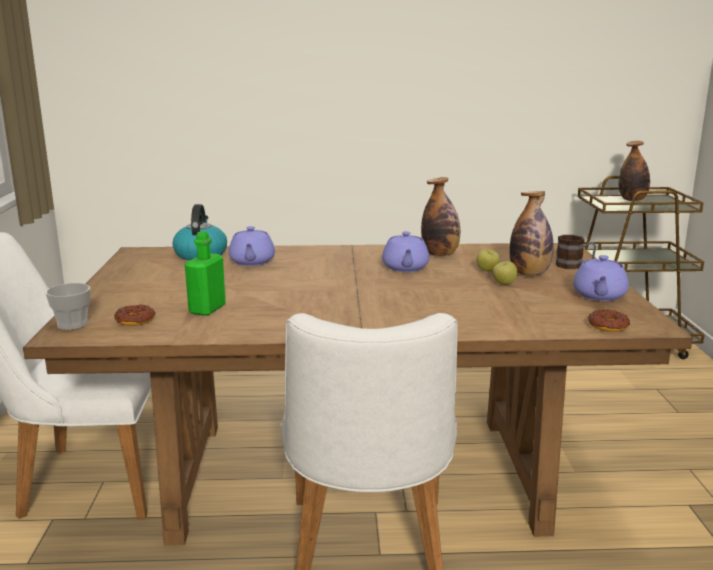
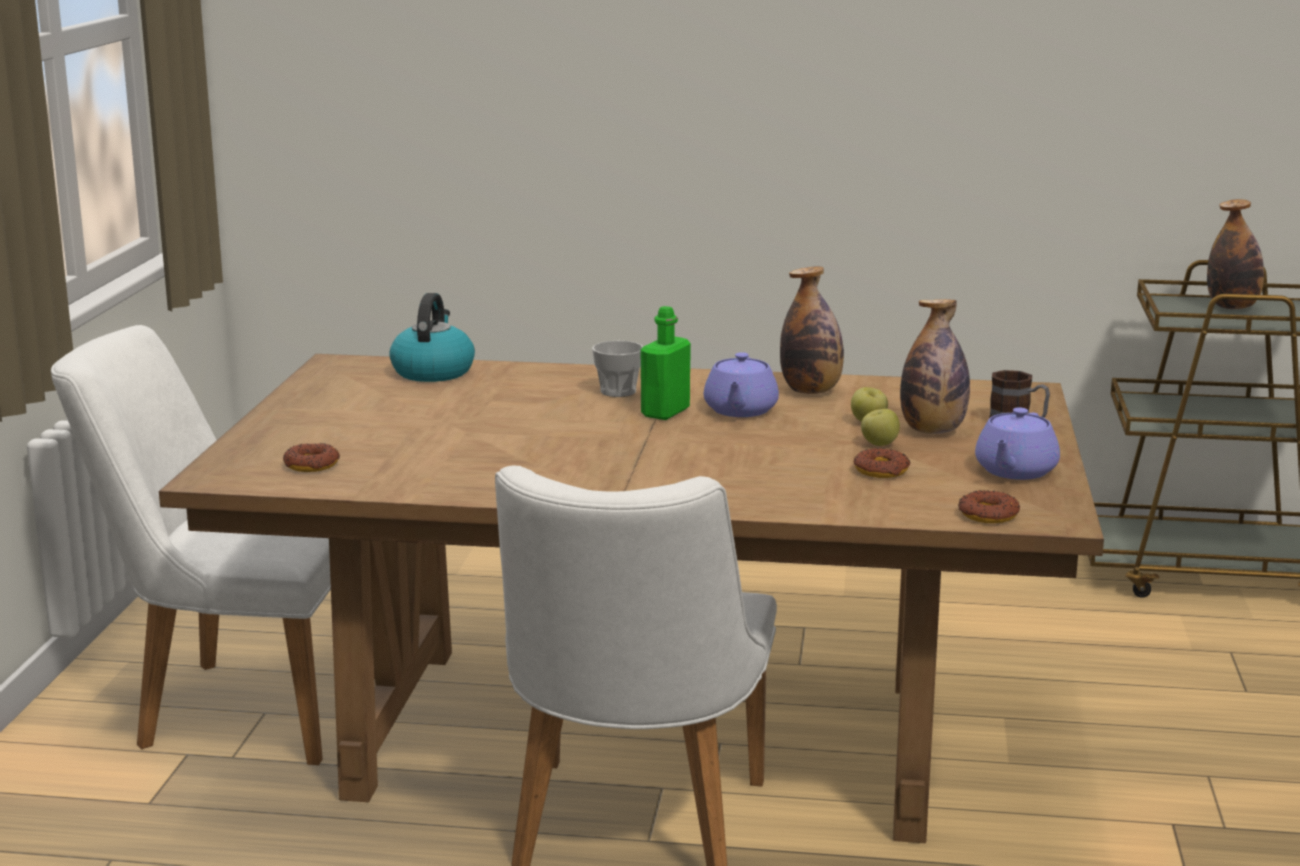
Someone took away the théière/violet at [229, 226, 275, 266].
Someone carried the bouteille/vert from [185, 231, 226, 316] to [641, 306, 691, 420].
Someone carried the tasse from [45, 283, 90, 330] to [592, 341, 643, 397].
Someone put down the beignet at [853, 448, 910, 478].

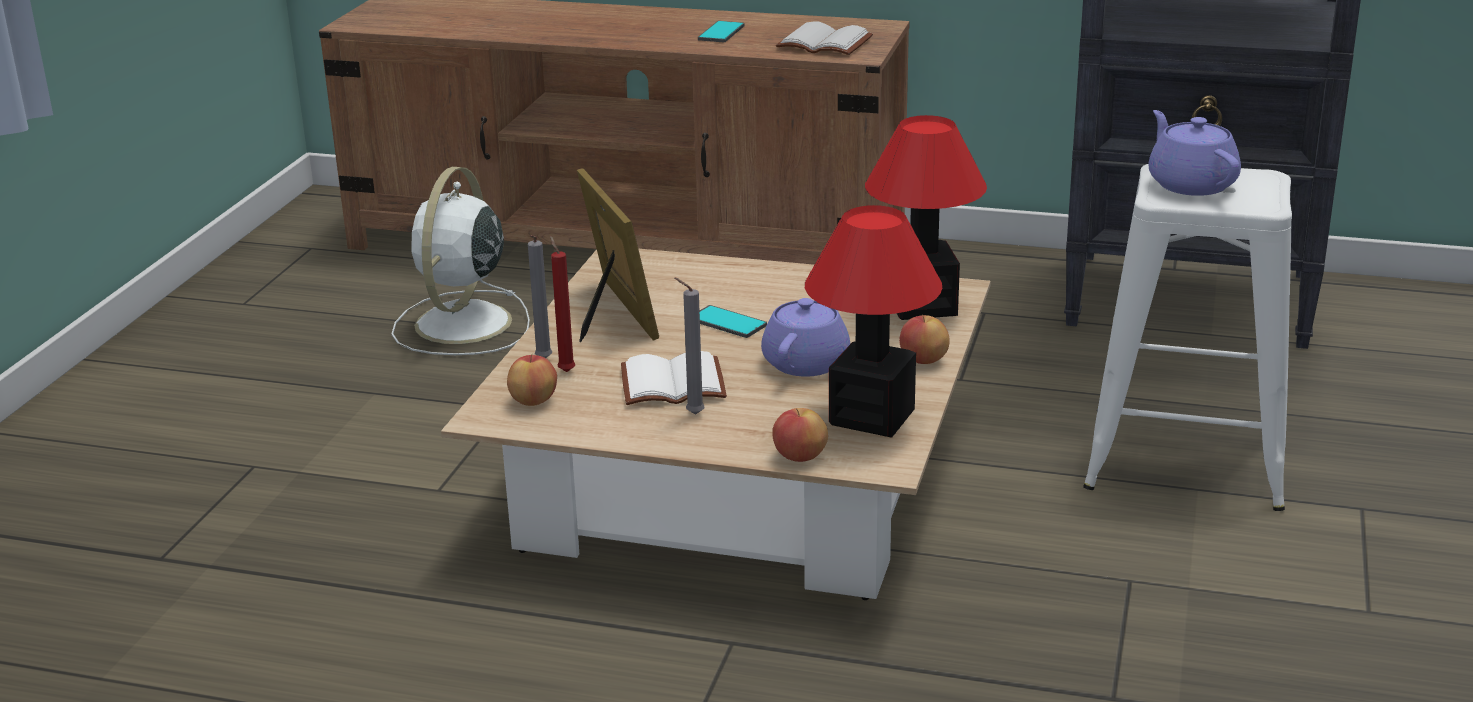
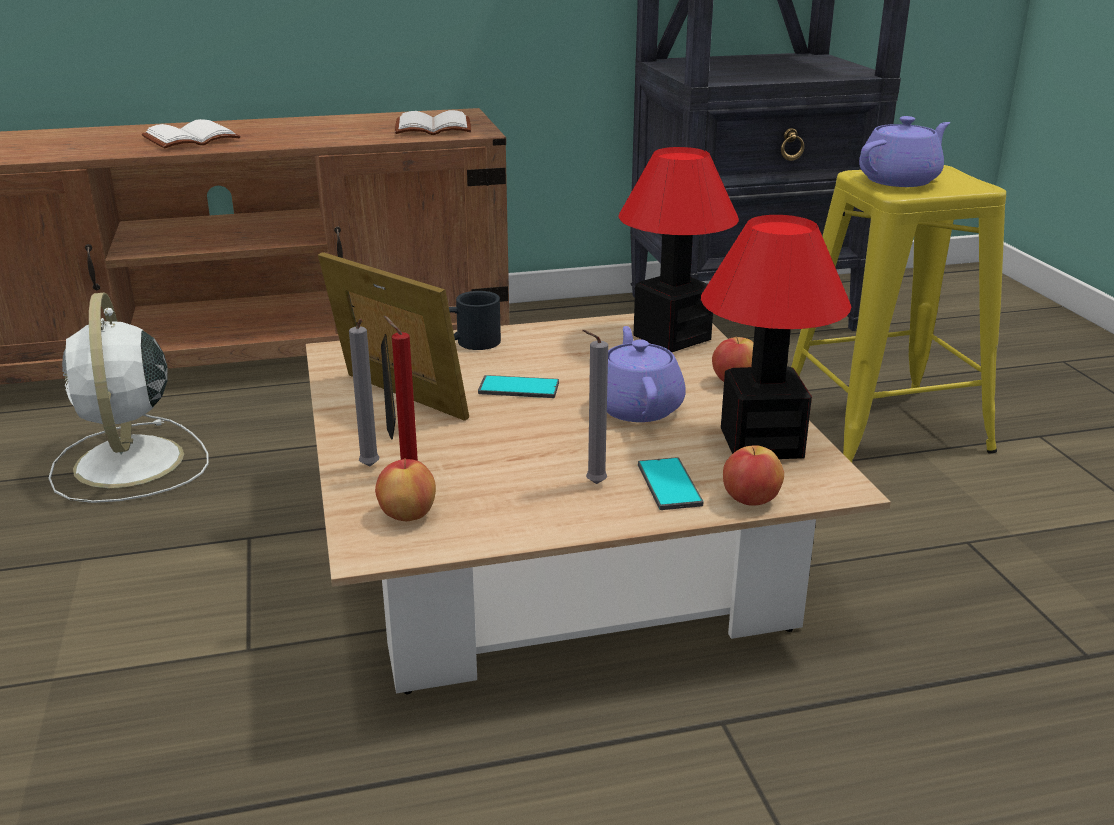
Someone carried the téléphone from [698, 21, 745, 42] to [638, 457, 704, 510].
Someone rotated the théière/violet at [1149, 110, 1241, 196] by 105 degrees clockwise.
Someone repainted the tabouret/blanc at [1083, 164, 1292, 511], which became the tabouret/jaune at [791, 165, 1006, 462].
Someone carried the livre/blanc from [621, 351, 727, 405] to [142, 119, 240, 149].
Someone put down the mug/noir at [449, 291, 501, 350].

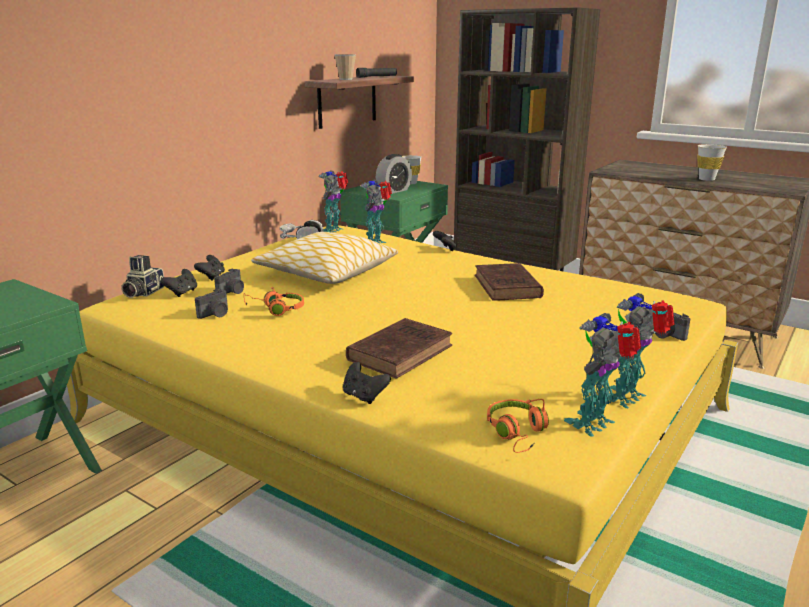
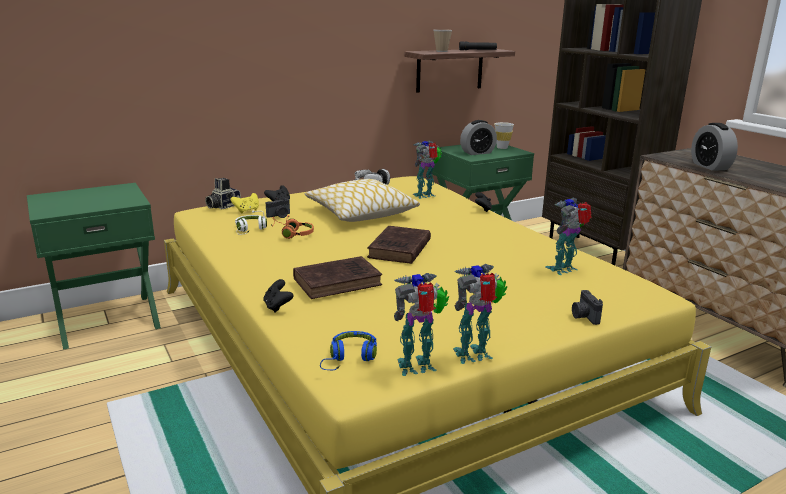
Someone took away the tasse/blanc at [697, 144, 727, 181].
Someone carried the robot jouet from [318, 170, 348, 232] to [546, 198, 592, 275].
Someone carried the livre/marron from [475, 263, 544, 301] to [367, 226, 431, 264].
Someone repainted the manette/noir at [160, 269, 197, 297], which became the manette/jaune at [231, 193, 259, 213].
Someone swapped the appareil photo at [195, 289, 228, 319] for the casque audio/blanc at [235, 210, 267, 235].
Someone repainted the casque audio/orange at [487, 399, 549, 453], which became the casque audio/bleu at [320, 331, 377, 370].
Someone put down the réveil at [691, 123, 738, 171].

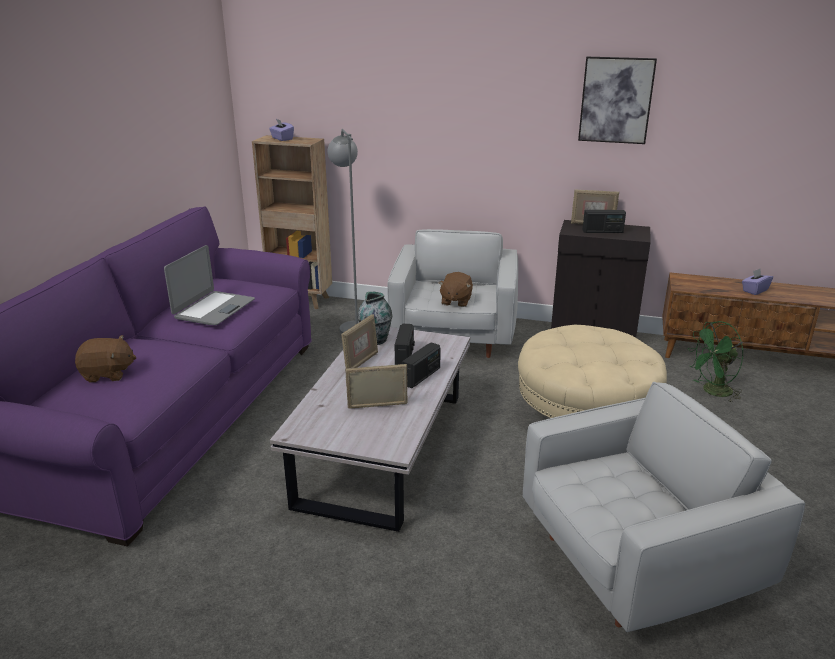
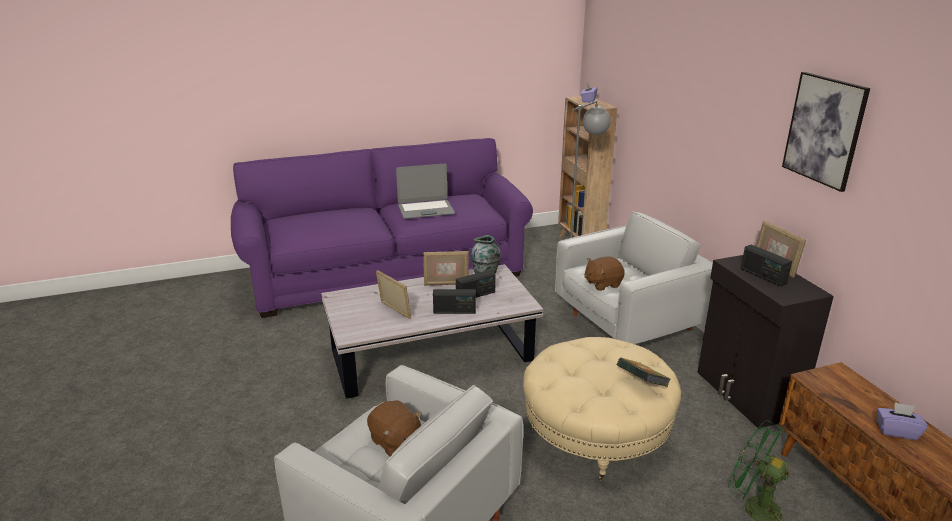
Someone carried the peluche/marron from [75, 335, 137, 383] to [367, 400, 422, 456].
Someone put down the livre at [617, 358, 671, 387].

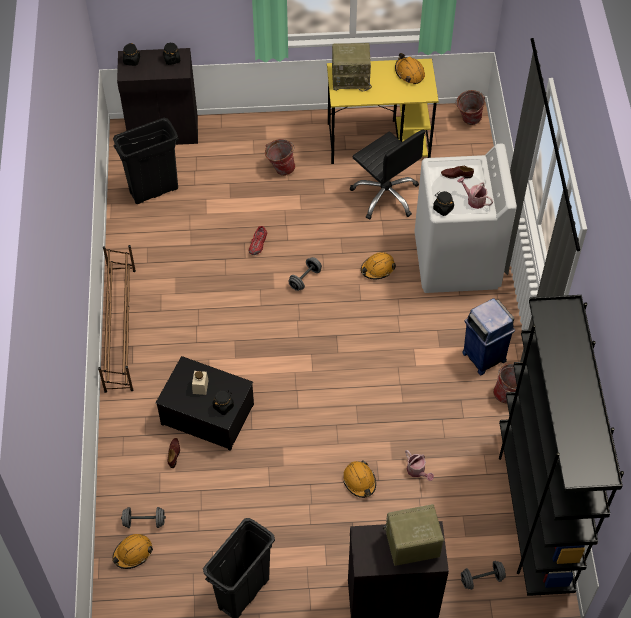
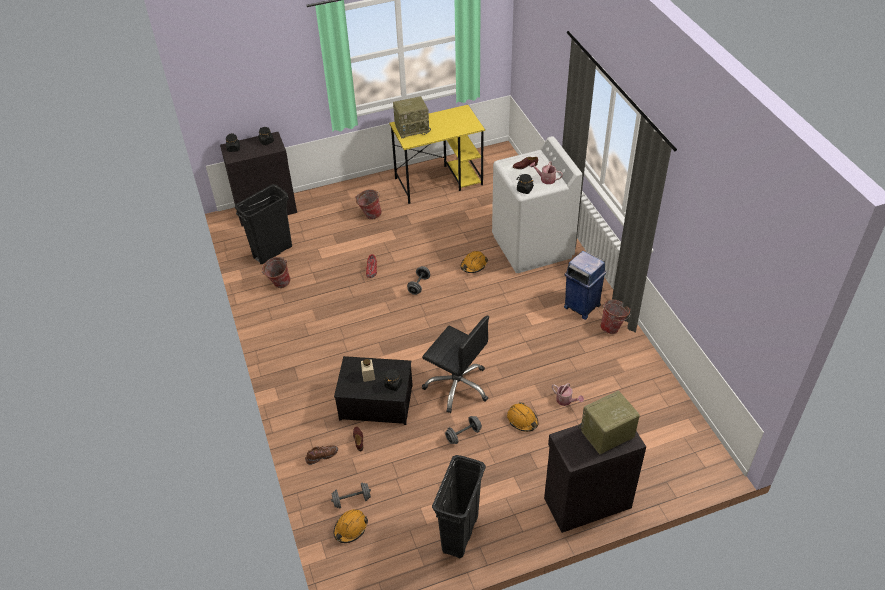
Someone took away the casque de chantier/orange at [395, 53, 425, 84].
Someone carried the seau from [456, 90, 485, 125] to [262, 257, 290, 288].
Someone carried the chaise de bureau/noir from [350, 130, 425, 220] to [422, 315, 489, 413].
Someone took away the étagère à chaussures/marron at [98, 245, 136, 393].
Someone took away the bibliothèque/noir at [499, 295, 624, 596].
Someone carried the haltère/gris from [461, 561, 506, 590] to [445, 416, 482, 444].
Someone put down the chaussure/marron at [305, 445, 338, 465].

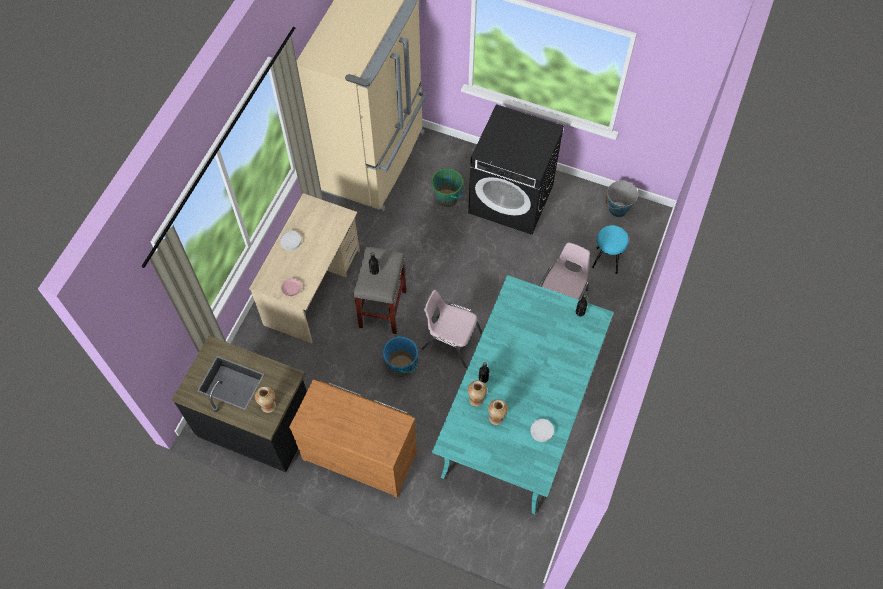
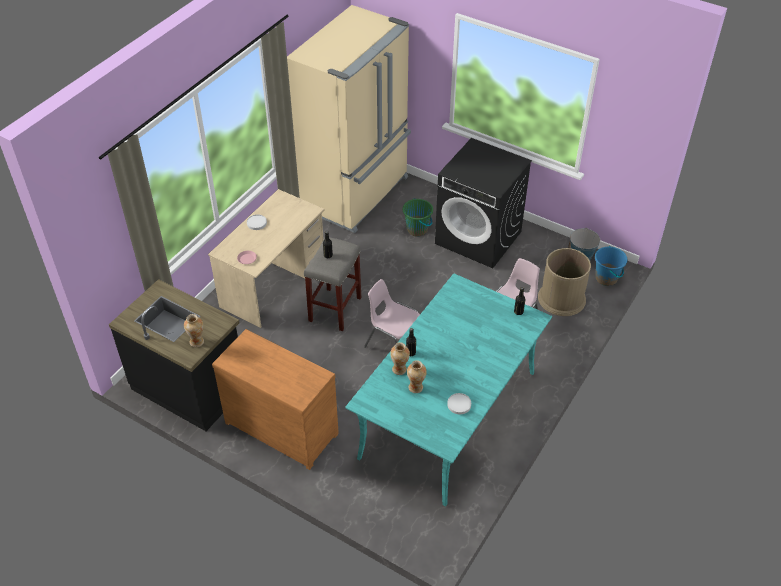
Someone swapped the tabouret/turquoise at [592, 225, 629, 274] for the poubelle/marron at [538, 248, 591, 316].
Someone carried the seau/bleu from [383, 335, 418, 376] to [595, 246, 628, 286].

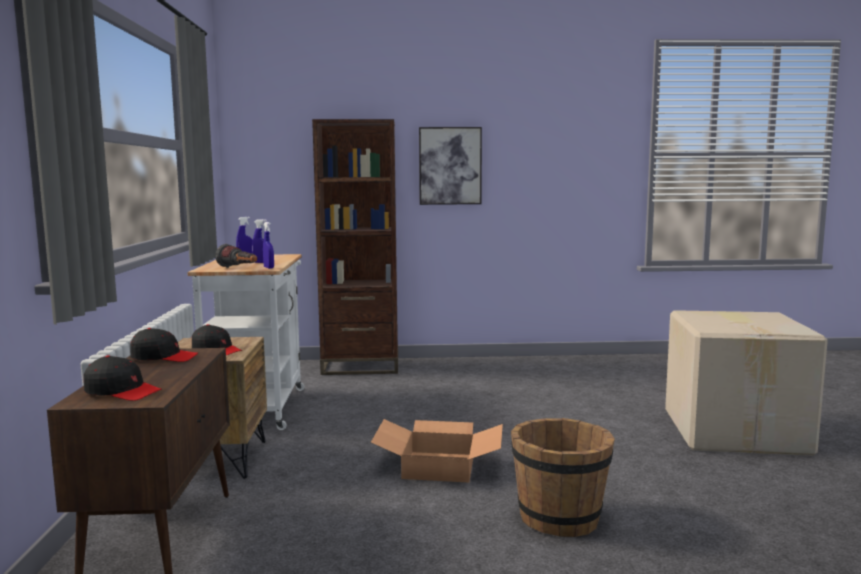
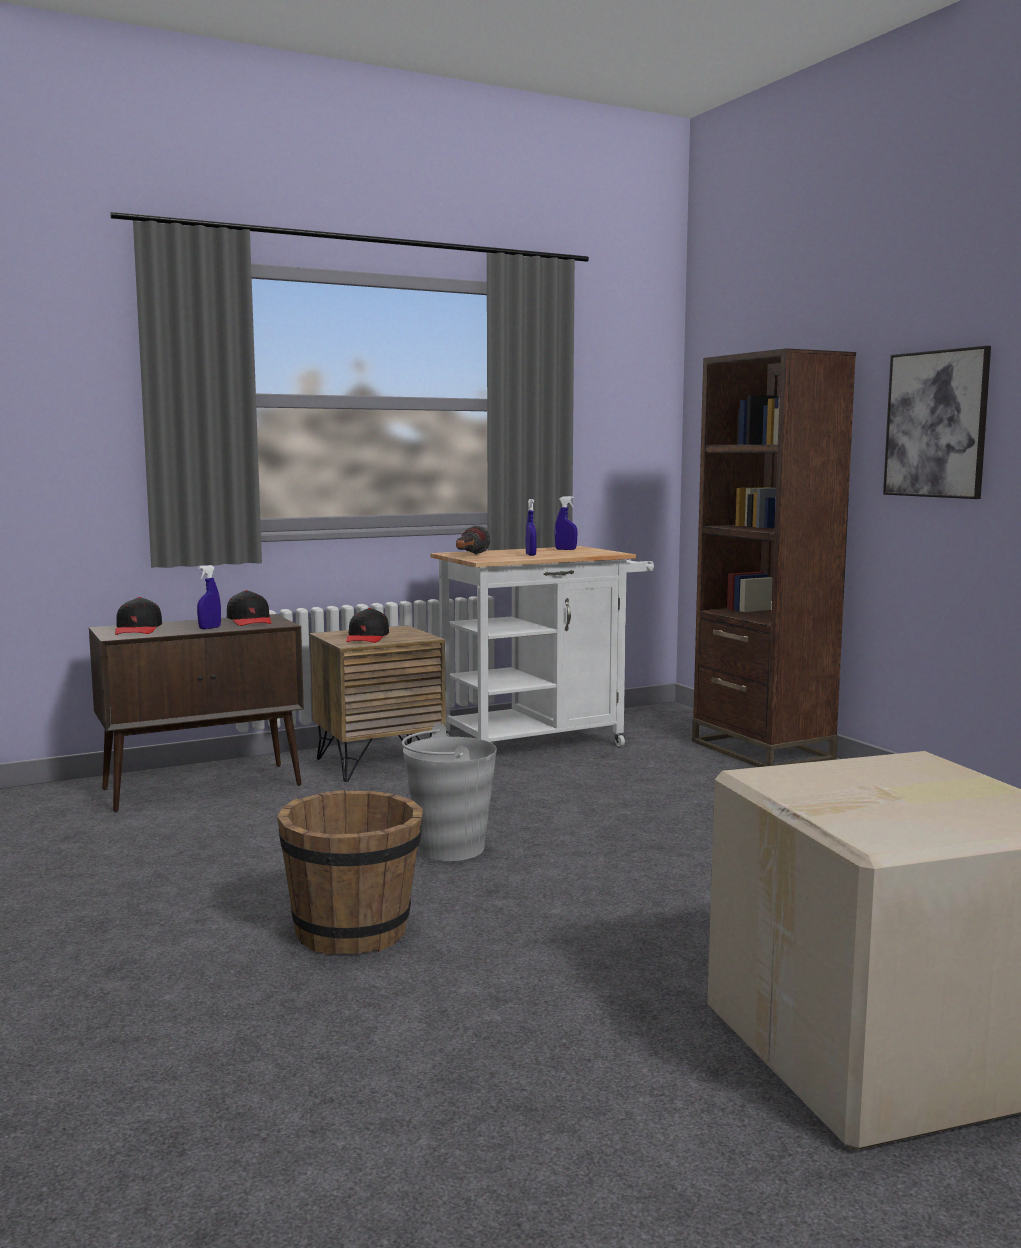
Someone carried the vaporisateur/bleu from [263, 222, 274, 269] to [197, 565, 221, 629].
Someone swapped the carton at [371, 419, 503, 483] for the seau/gris at [402, 723, 497, 861].

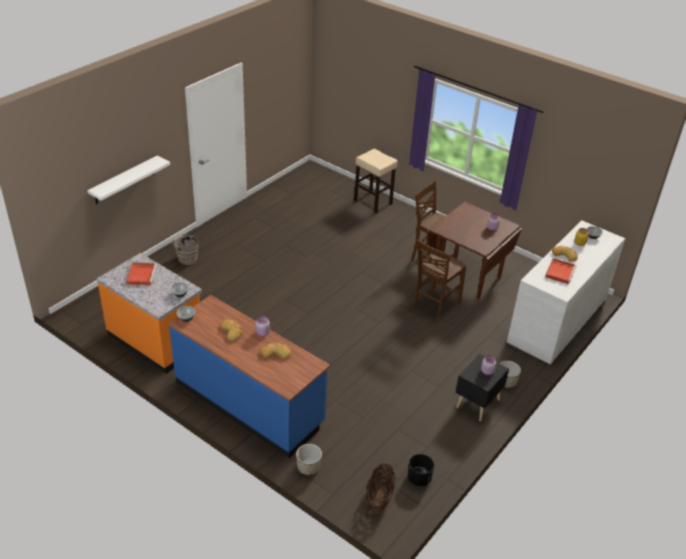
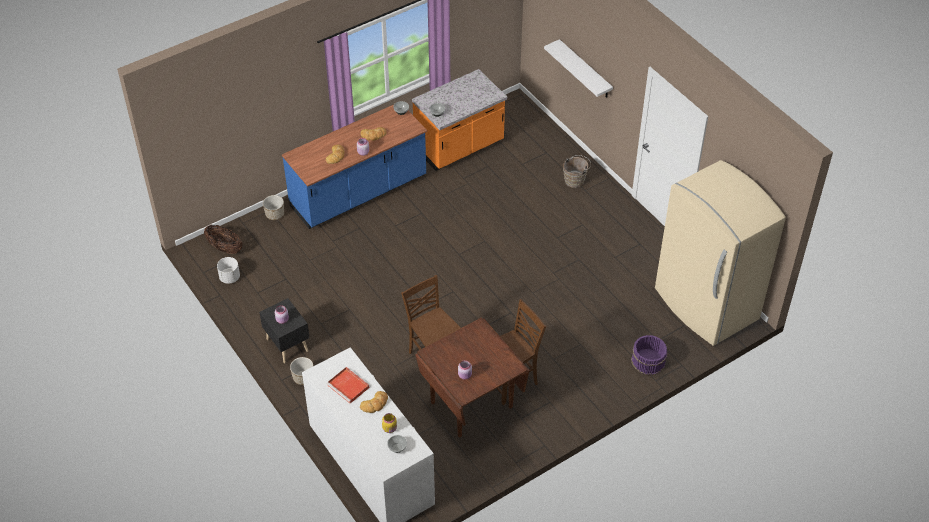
Someone swapped the tabouret/beige at [354, 149, 398, 213] for the seau/violet at [631, 335, 667, 375].
Someone took away the plateau/rouge at [126, 262, 157, 285].
Someone repainted the cache-pot/noir at [407, 454, 434, 486], which became the cache-pot/blanc at [217, 257, 240, 284].
Someone put down the réfrigérateur/beige at [655, 160, 786, 346].

